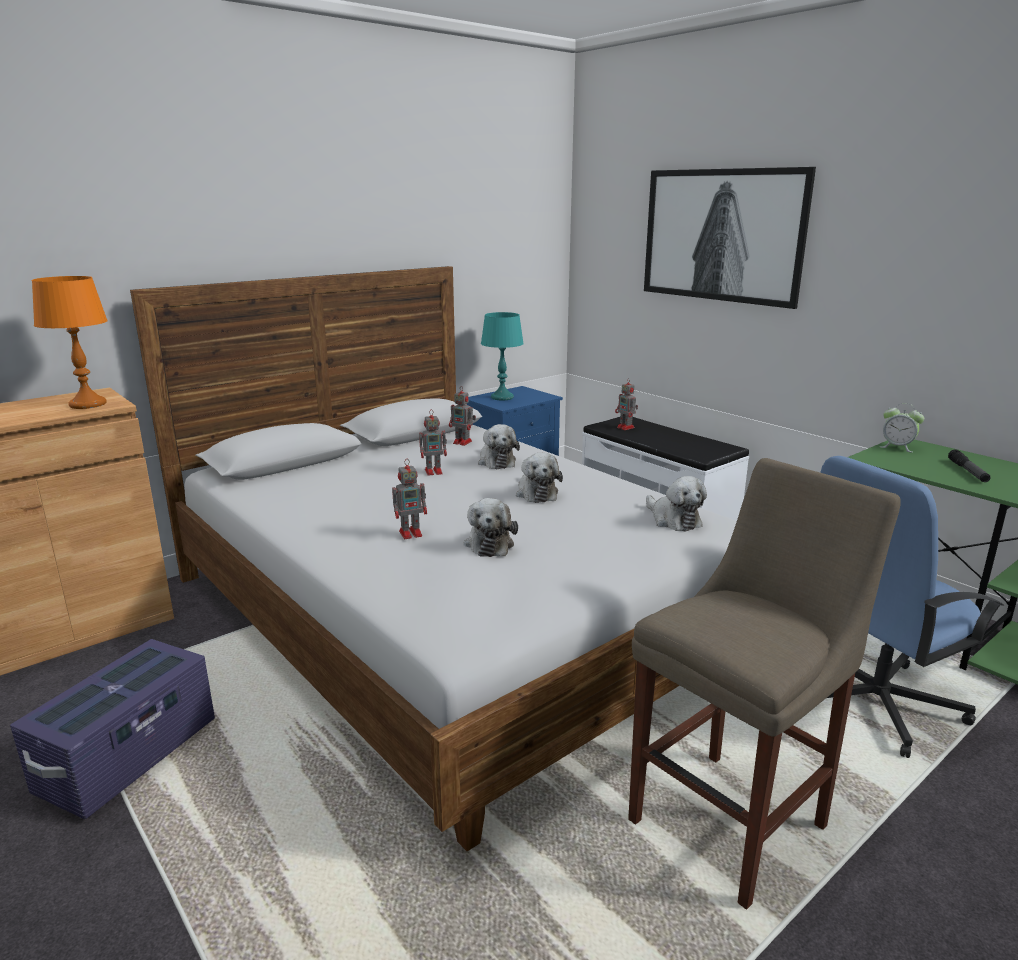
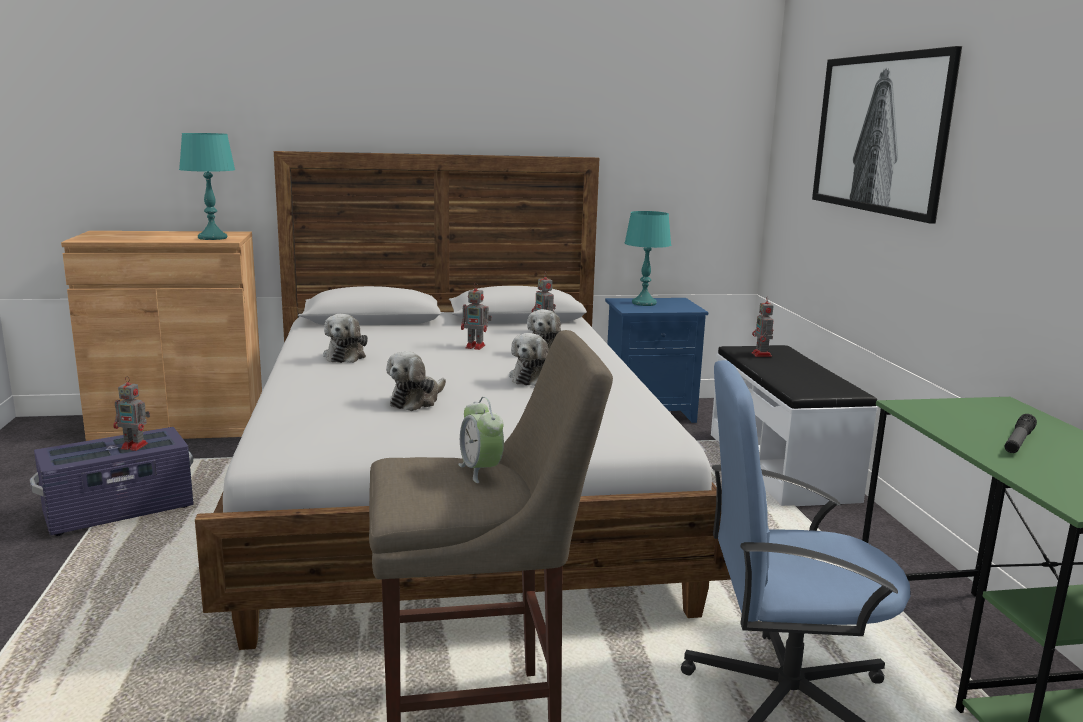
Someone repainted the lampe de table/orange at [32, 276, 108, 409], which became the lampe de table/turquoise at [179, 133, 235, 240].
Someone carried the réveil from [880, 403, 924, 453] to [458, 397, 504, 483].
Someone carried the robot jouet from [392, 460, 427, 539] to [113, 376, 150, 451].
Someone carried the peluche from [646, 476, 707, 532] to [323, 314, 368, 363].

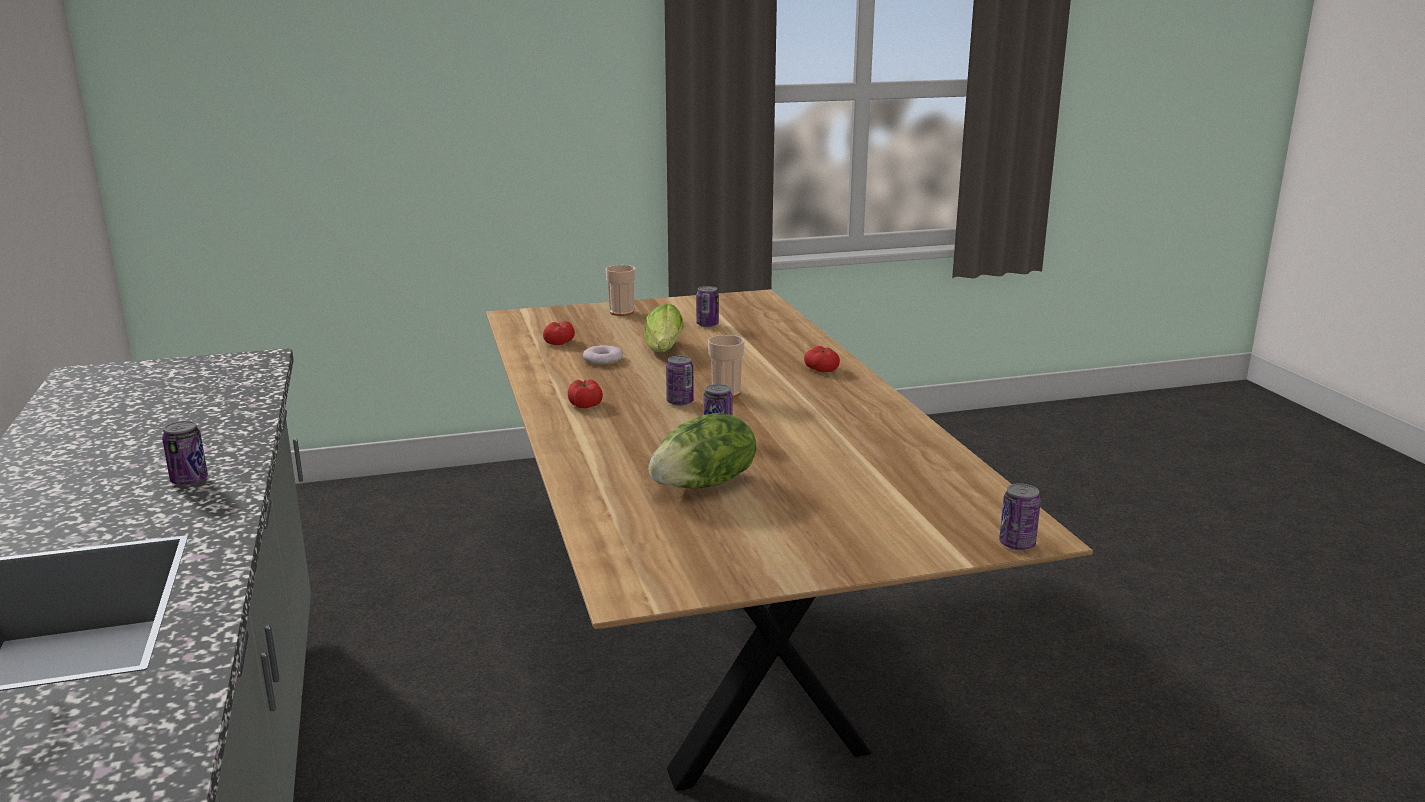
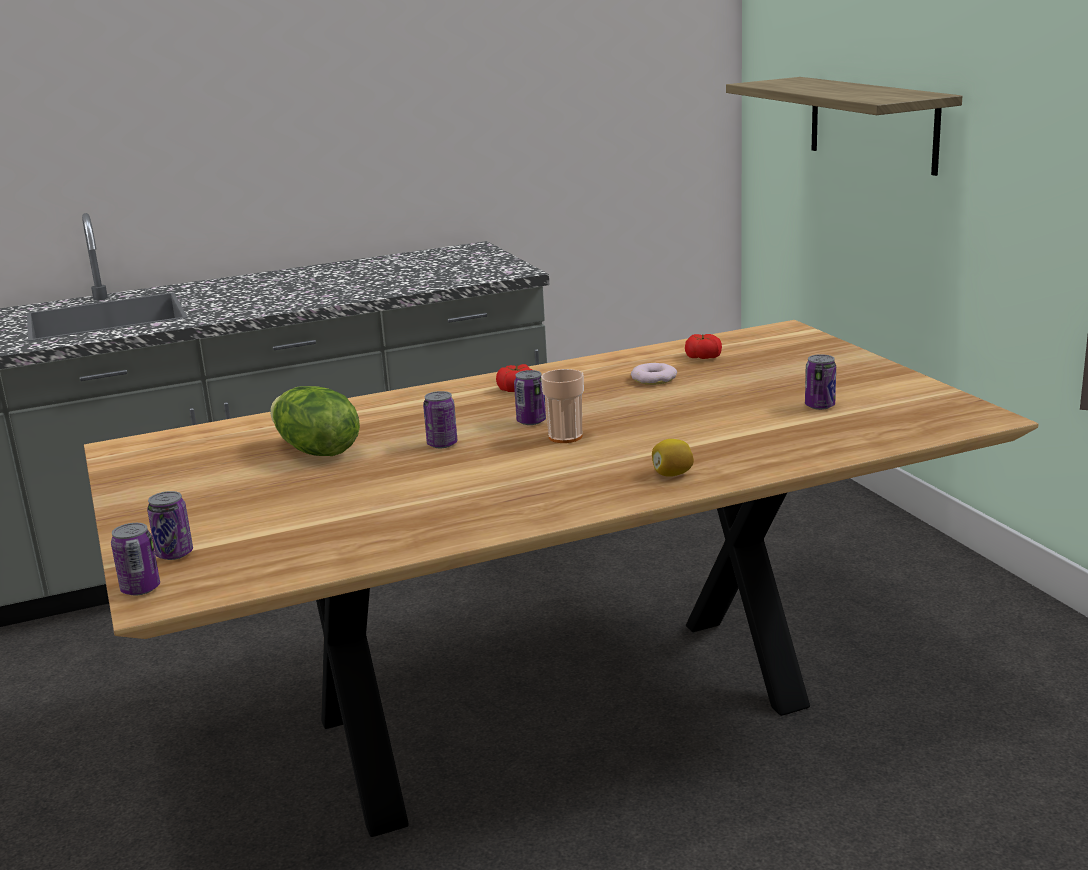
Someone took away the tasse at [606, 265, 636, 316].
Someone took away the laitue at [644, 303, 684, 352].
Someone swapped the tomate at [804, 346, 840, 372] for the citron at [652, 439, 694, 477].
Someone carried the boîte métallique from [162, 421, 208, 486] to [147, 491, 193, 560].
Someone put up the étagère at [726, 77, 962, 176].

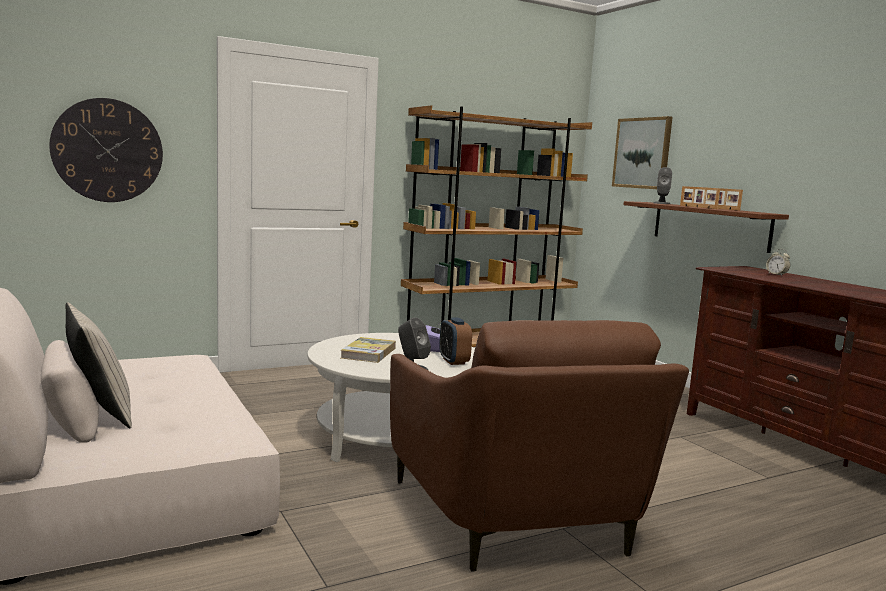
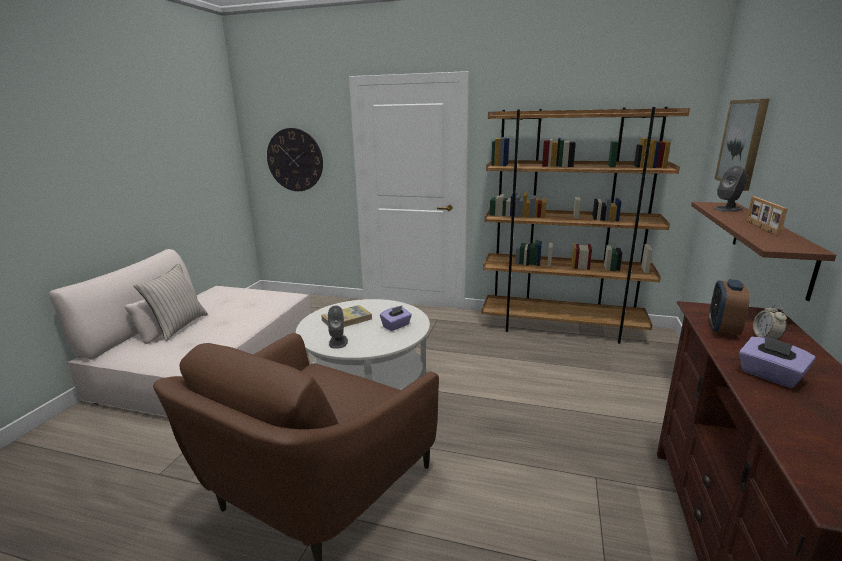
Someone took away the cadre photo at [680, 186, 720, 209].
Someone carried the réveil from [439, 317, 472, 365] to [709, 279, 750, 337].
Someone put down the boîte à mouchoirs/violet at [739, 336, 816, 388].

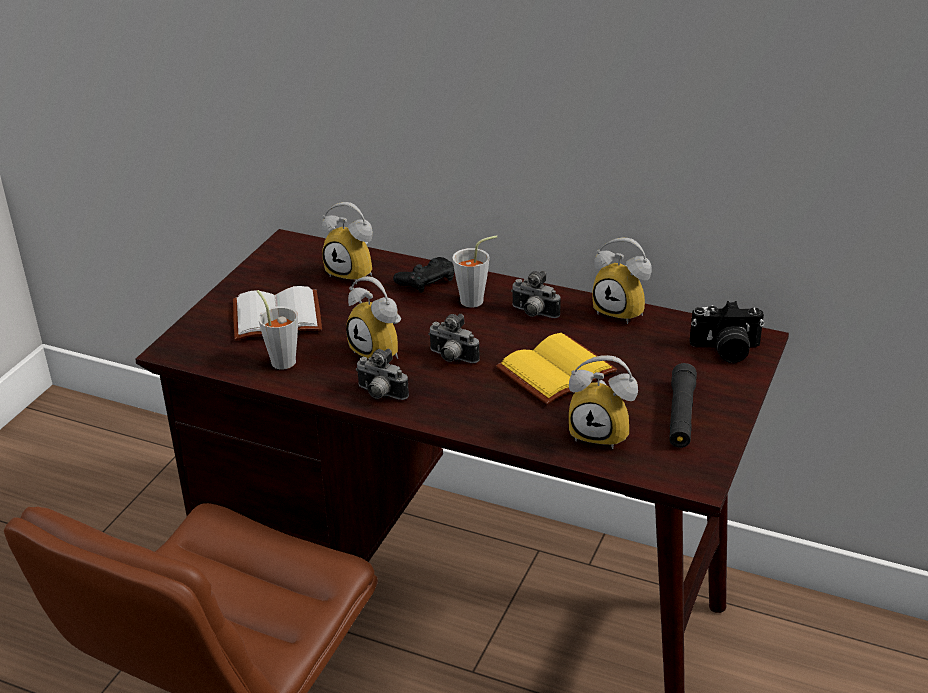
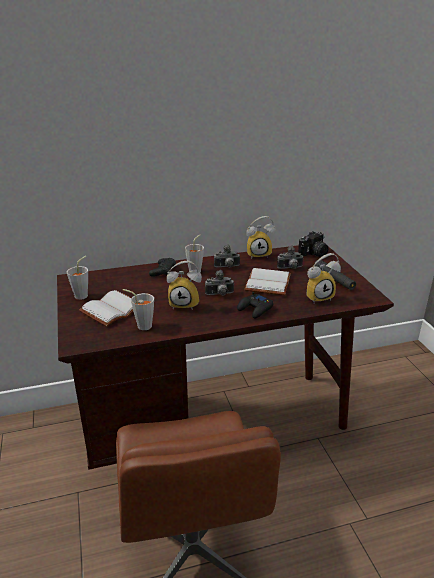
Someone took away the réveil at [322, 202, 373, 284].
Someone repainted the livre/jaune at [496, 333, 617, 405], which became the livre/blanc at [244, 268, 291, 295].
Someone carried the appareil photo from [356, 348, 409, 400] to [277, 245, 304, 269].
Someone put down the tasse/gris at [66, 256, 88, 300].
Someone put down the manette/noir at [237, 292, 273, 318].

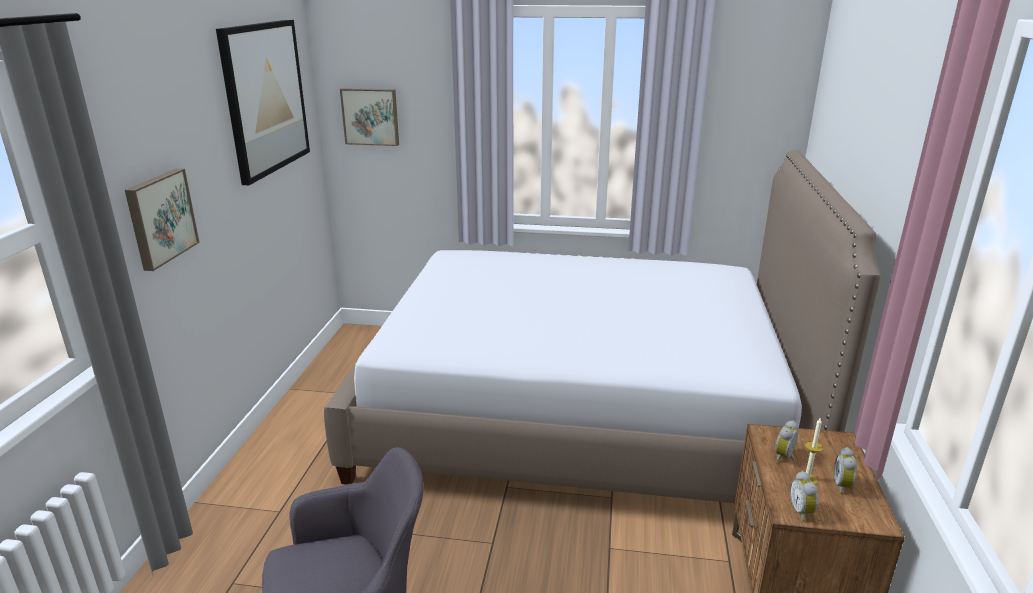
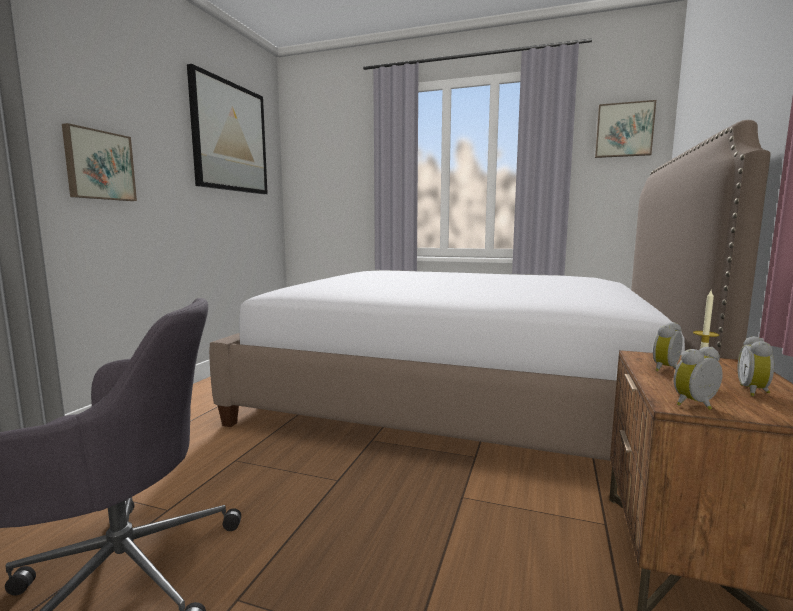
Someone carried the tableau from [340, 88, 399, 146] to [595, 100, 656, 158].
Someone rotated the réveil at [790, 471, 818, 522] by 60 degrees clockwise.

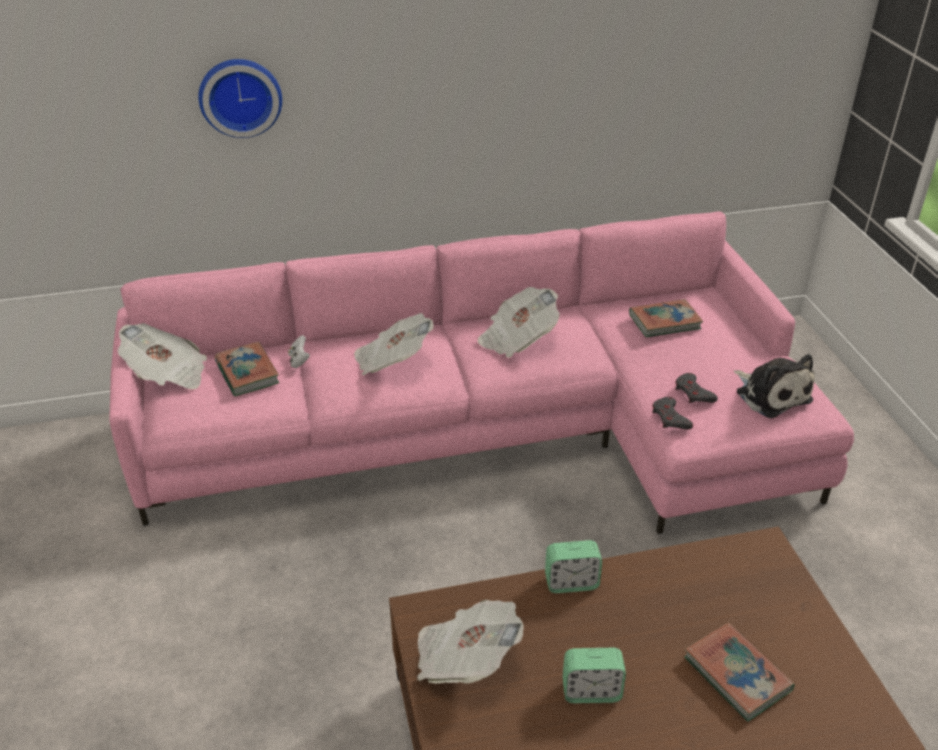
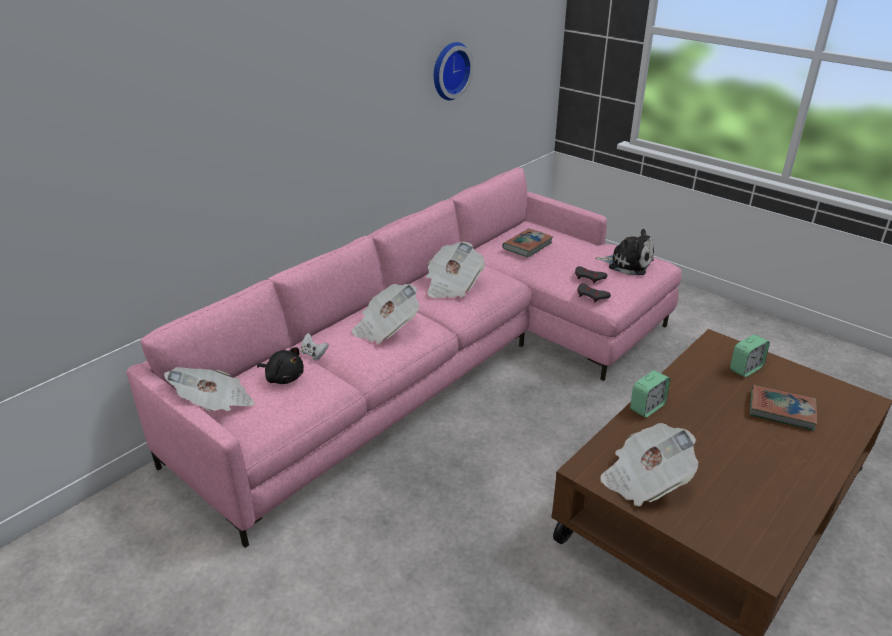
Someone carried the horloge murale from [198, 59, 282, 138] to [434, 42, 474, 100].
Someone swapped the livre at [214, 342, 279, 396] for the peluche/noir at [257, 347, 304, 384].
Someone carried the réveil from [563, 648, 626, 703] to [730, 334, 770, 377].

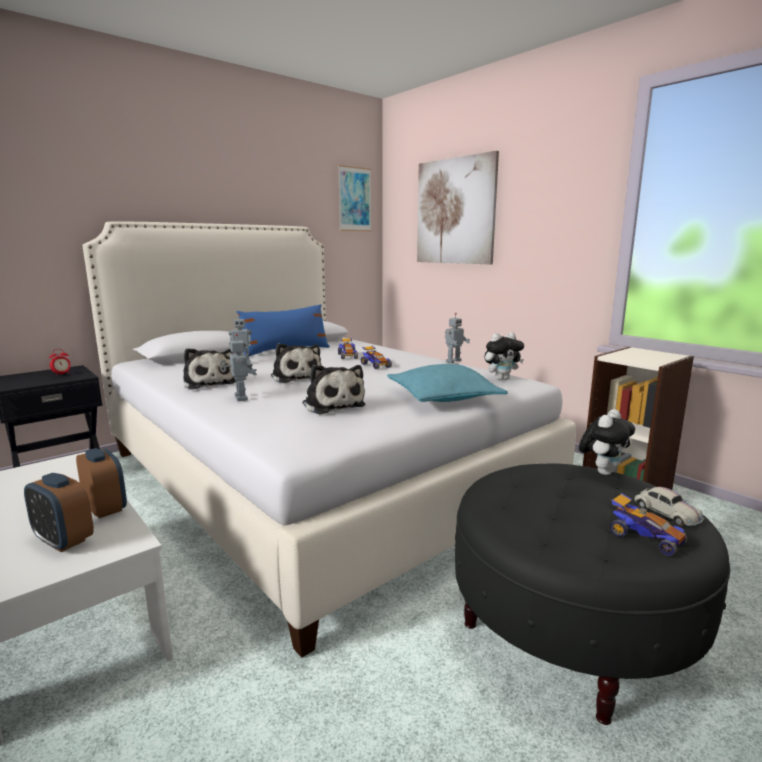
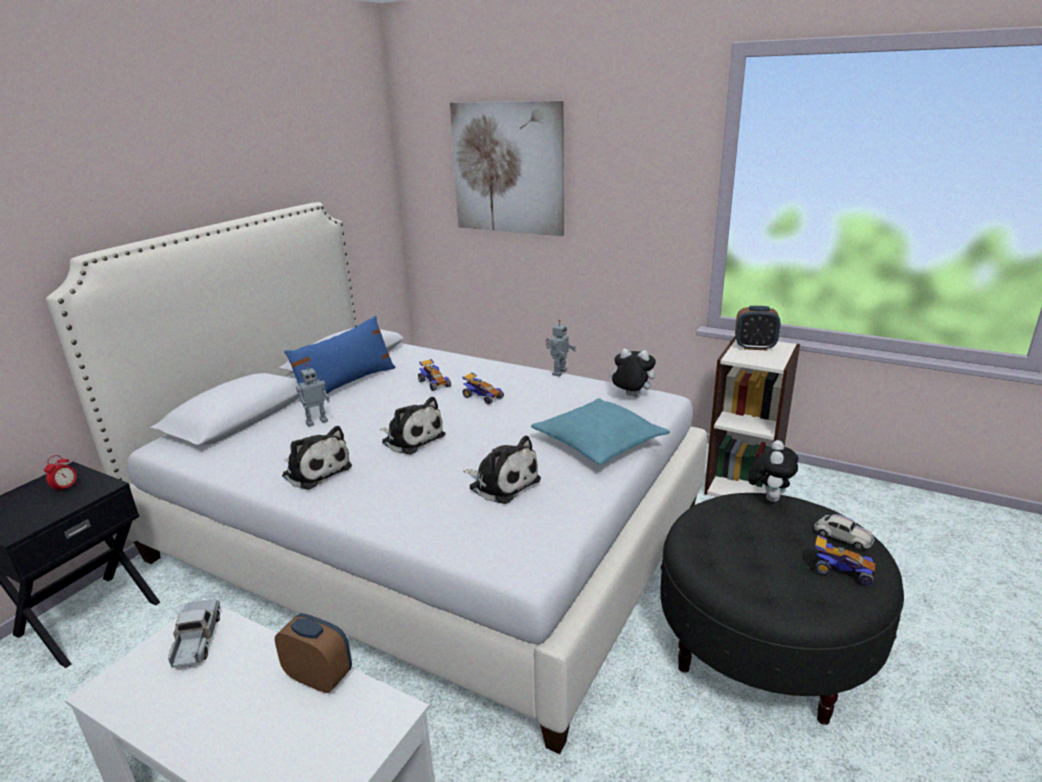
Someone took away the tableau at [338, 165, 371, 231].
Someone rotated the peluche at [484, 332, 524, 380] by 120 degrees counterclockwise.
Someone took away the robot jouet at [220, 334, 257, 401].
Someone carried the réveil from [24, 473, 94, 552] to [735, 306, 780, 350].
Someone put down the camion jouet at [168, 599, 220, 670].

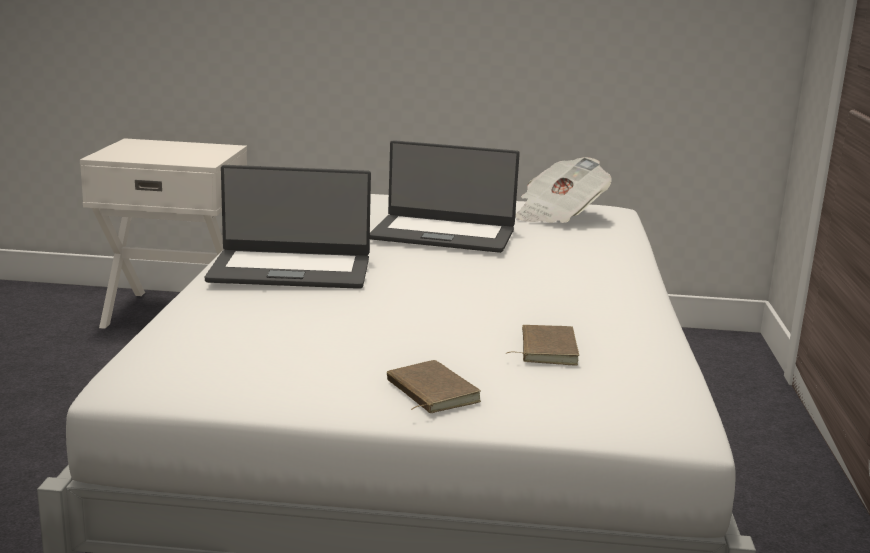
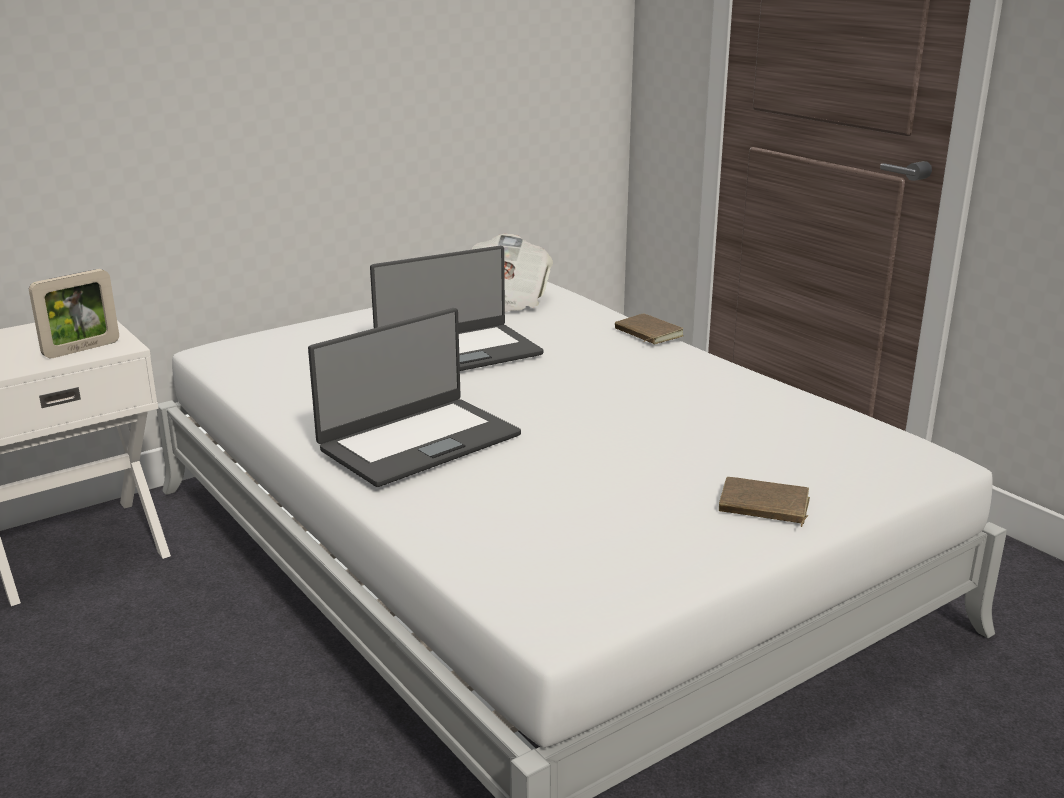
Someone carried the livre/marron from [506, 325, 579, 366] to [615, 313, 684, 344].
Someone put down the cadre photo at [29, 269, 119, 359].

